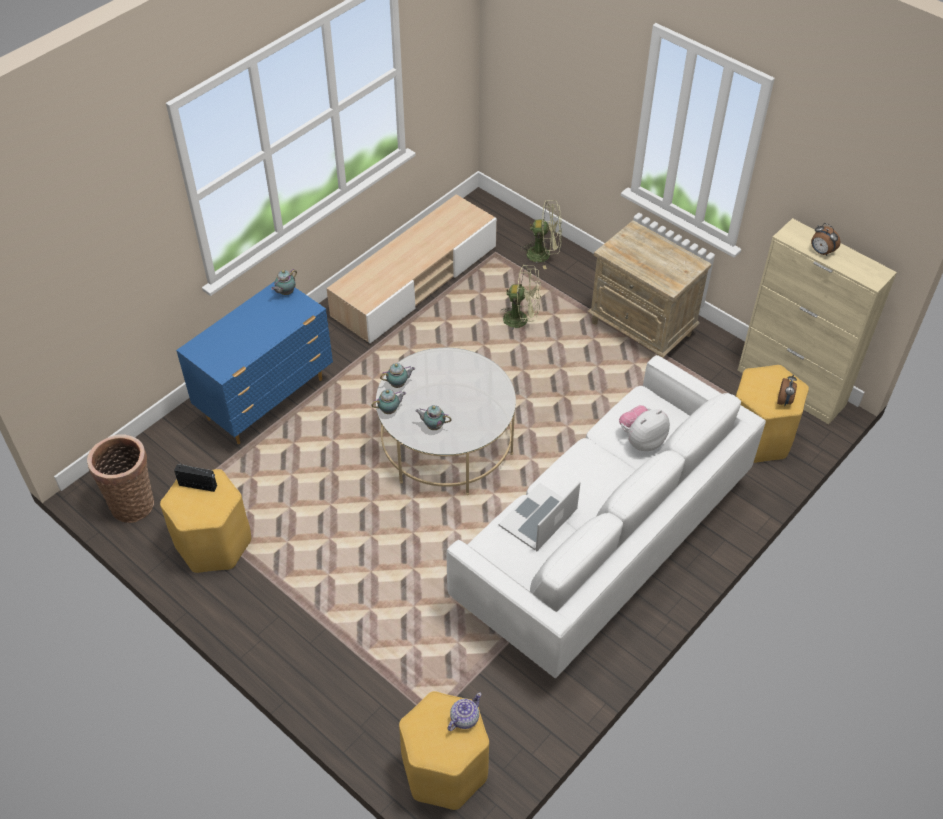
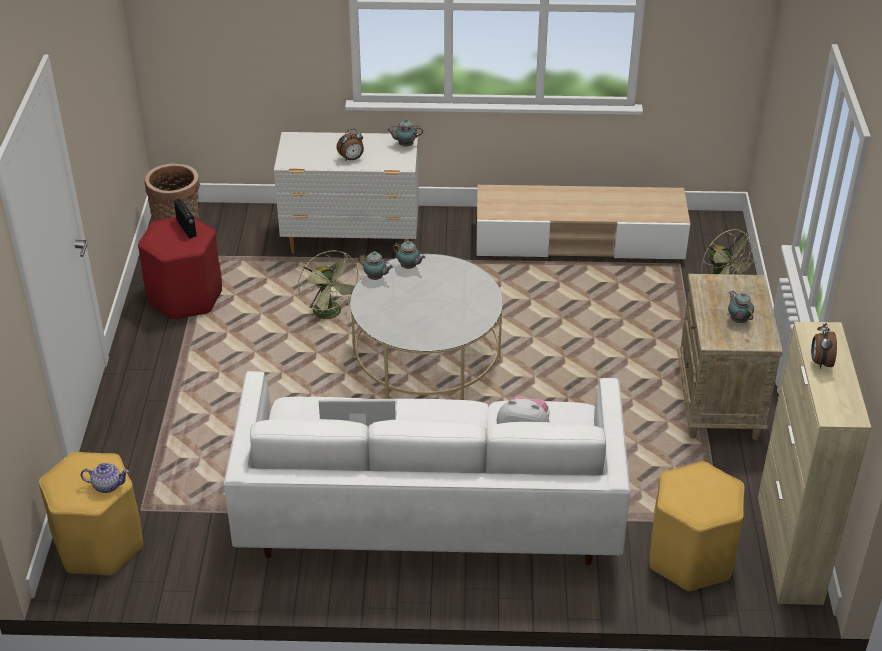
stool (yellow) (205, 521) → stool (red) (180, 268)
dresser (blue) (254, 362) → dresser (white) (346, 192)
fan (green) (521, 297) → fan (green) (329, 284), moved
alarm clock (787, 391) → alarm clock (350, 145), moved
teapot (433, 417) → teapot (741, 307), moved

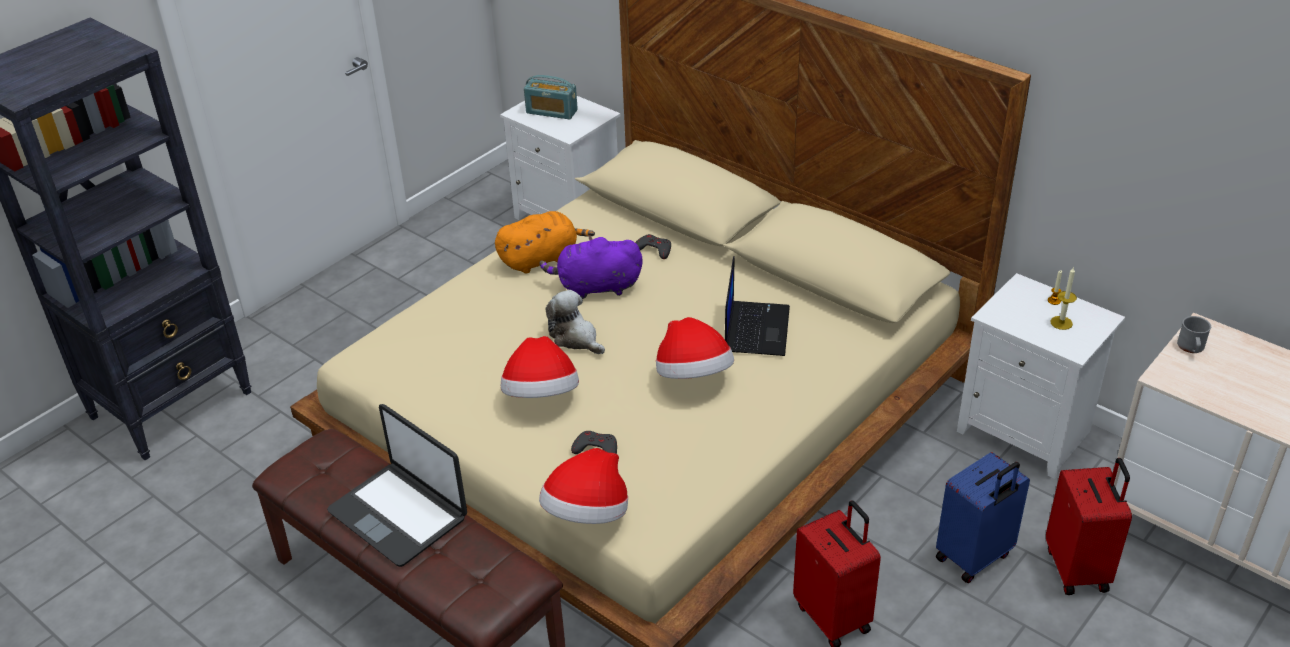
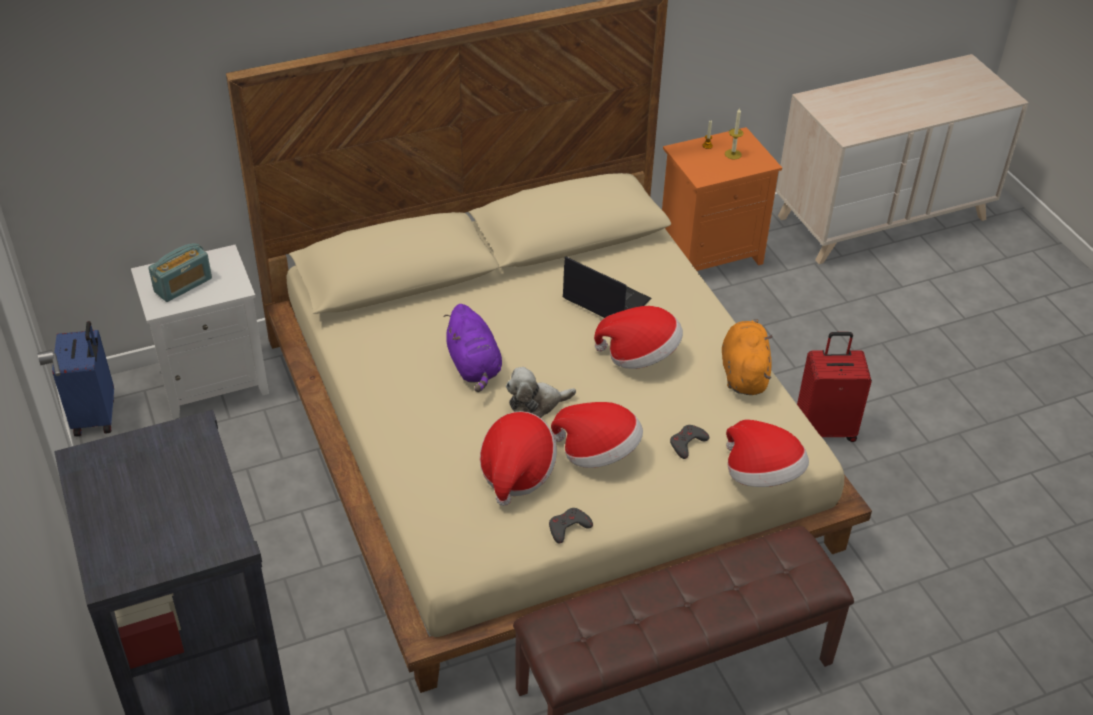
suitcase (blue) (983, 517) → suitcase (blue) (83, 379), moved
plush toy (purple) (591, 267) → plush toy (purple) (472, 348), 45 degrees counterclockwise
- → hat (518, 458)
game controller (grey) (653, 246) → game controller (grey) (571, 526), moved
nightstand (white) (1041, 376) → nightstand (orange) (722, 199)
plush toy (orange) (545, 242) → plush toy (orange) (747, 357), moved
laptop (397, 485) → -
suitcase (red) (1089, 526) → -
mug (grey) (1194, 334) → -

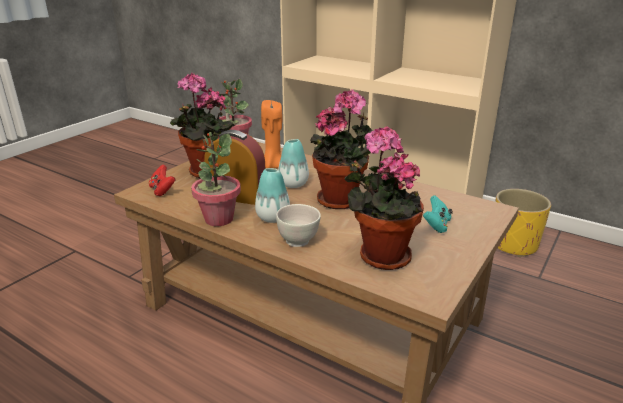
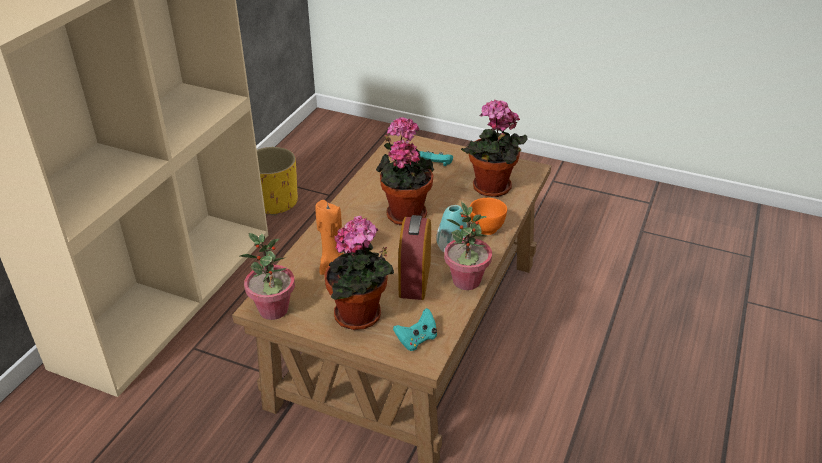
game controller (red) (162, 180) → game controller (turquoise) (415, 329)
bowl (white) (298, 225) → bowl (orange) (488, 216)
vase (293, 163) → -

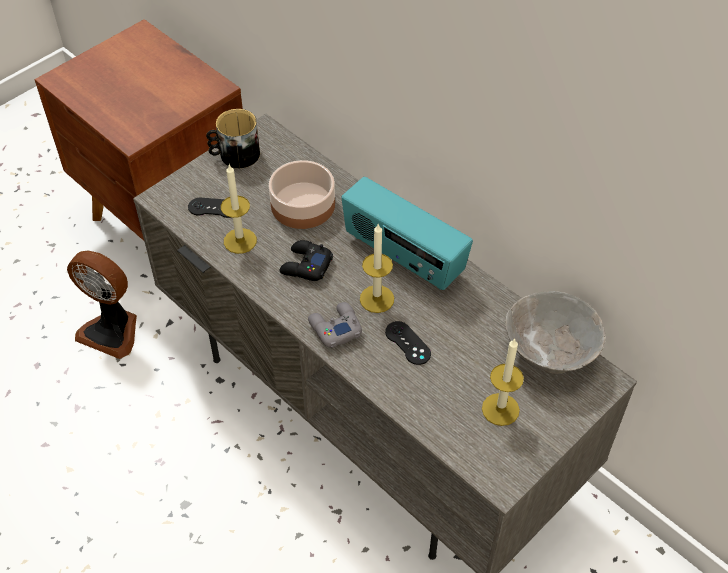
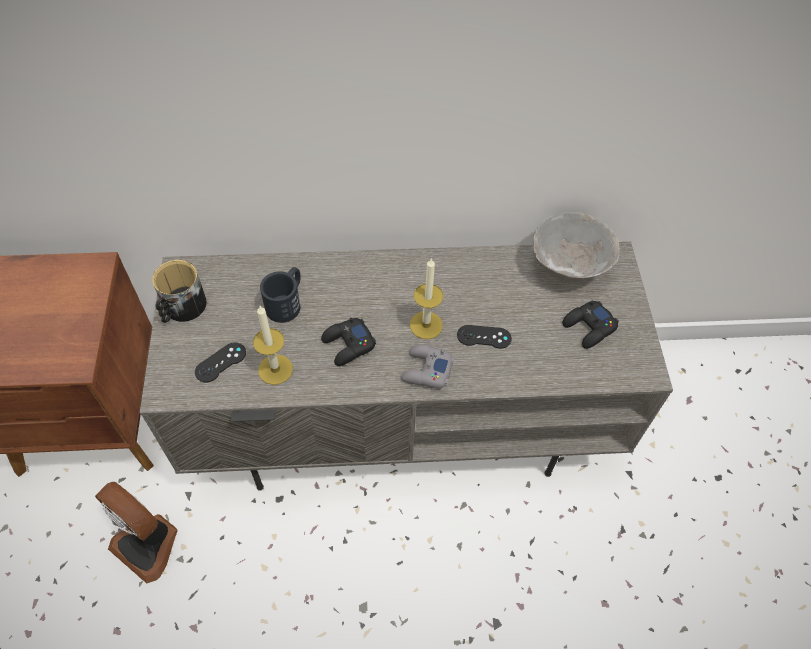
fan (102, 305) → fan (136, 533), 60 degrees clockwise
bowl (302, 194) → mug (black) (280, 295)
candle (503, 382) → game controller (black) (590, 325)
radio (407, 233) → -

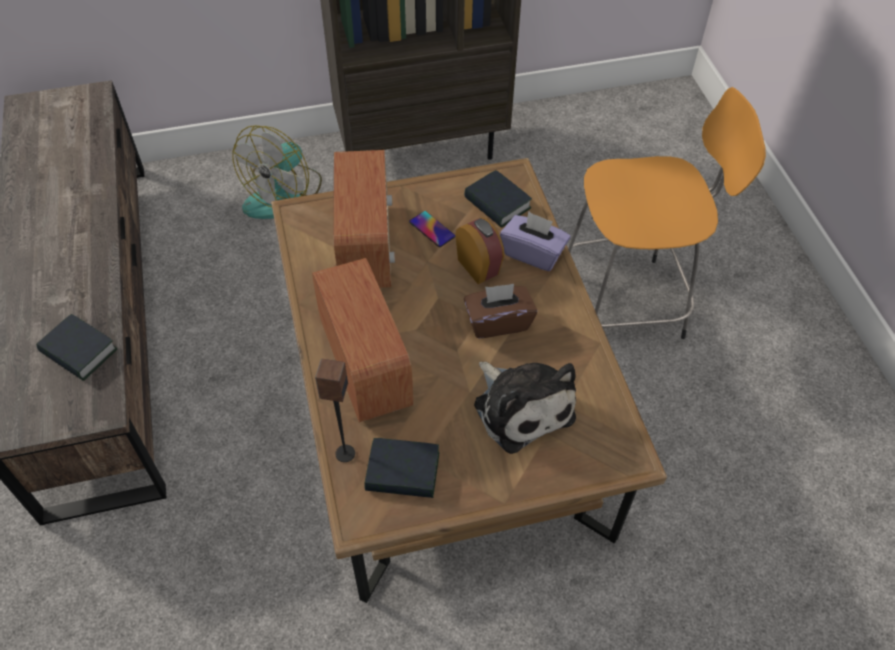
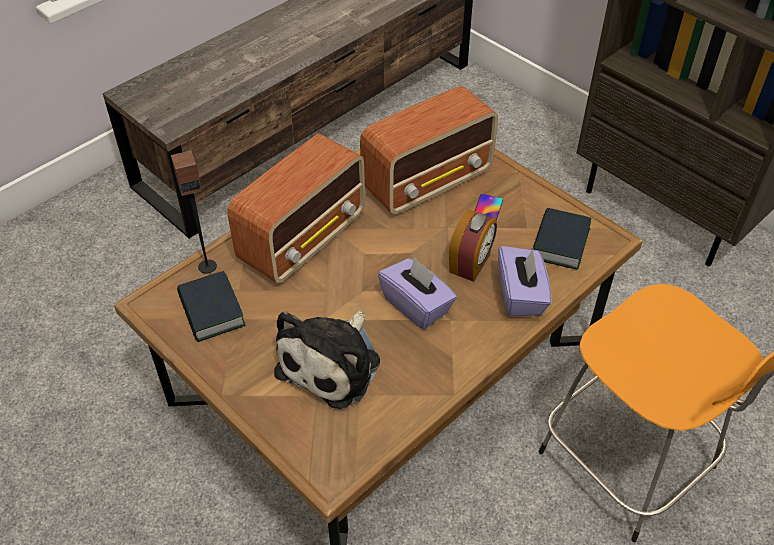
tissue box (brown) (500, 311) → tissue box (purple) (417, 293)
book (76, 347) → -
fan (277, 172) → -

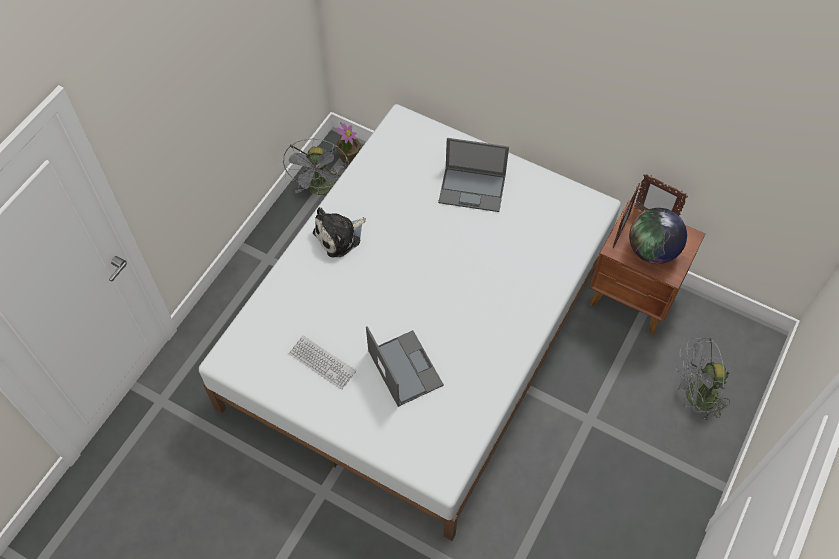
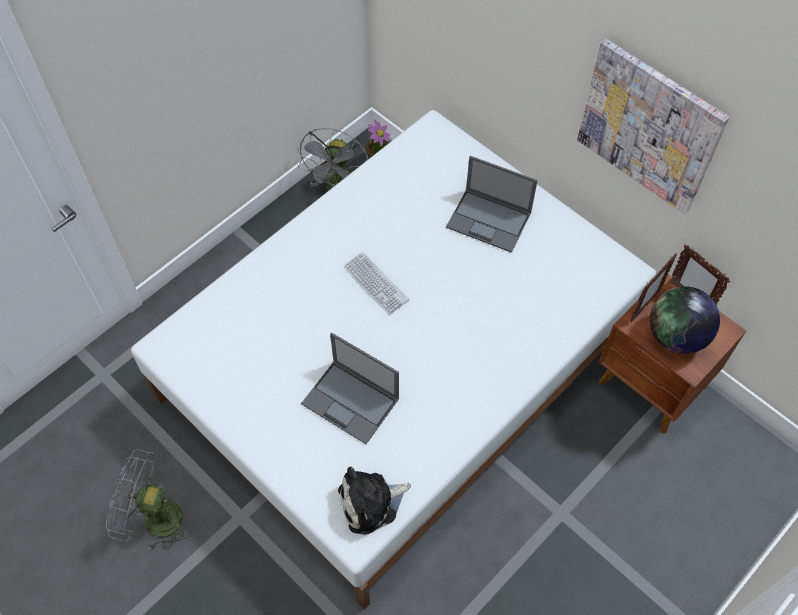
fan (grey) (703, 379) → fan (grey) (148, 500), moved
laptop (405, 366) → laptop (350, 388), 135 degrees clockwise
plush toy (339, 232) → plush toy (374, 501), moved
keyboard (322, 362) → keyboard (376, 283), moved
- → picture (653, 126)

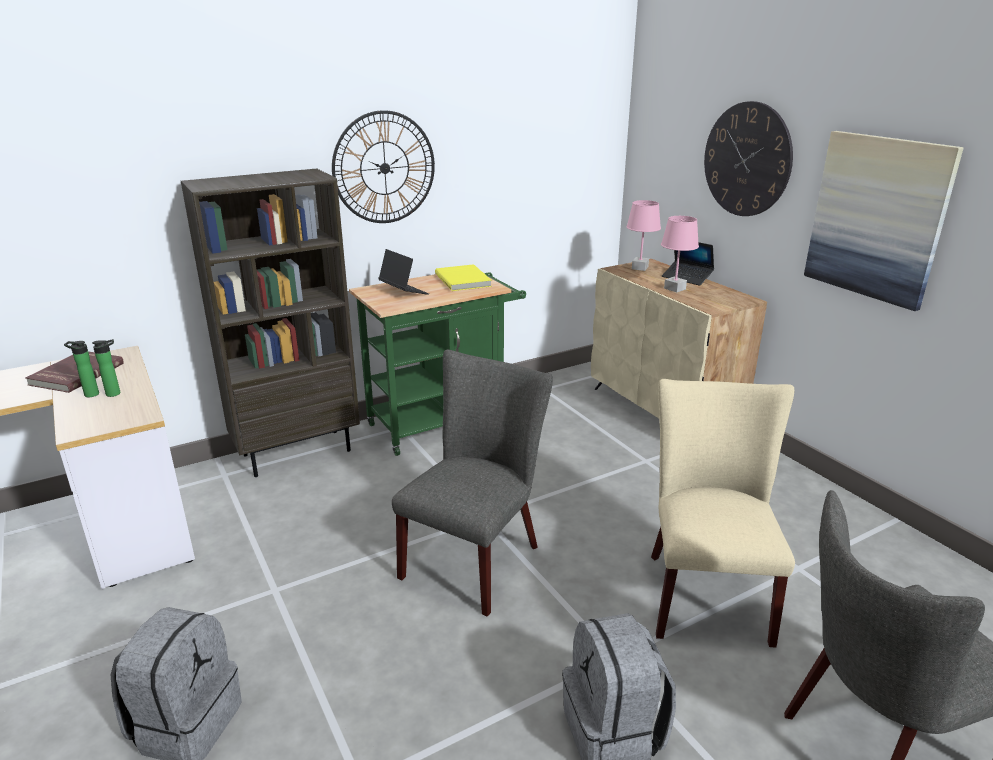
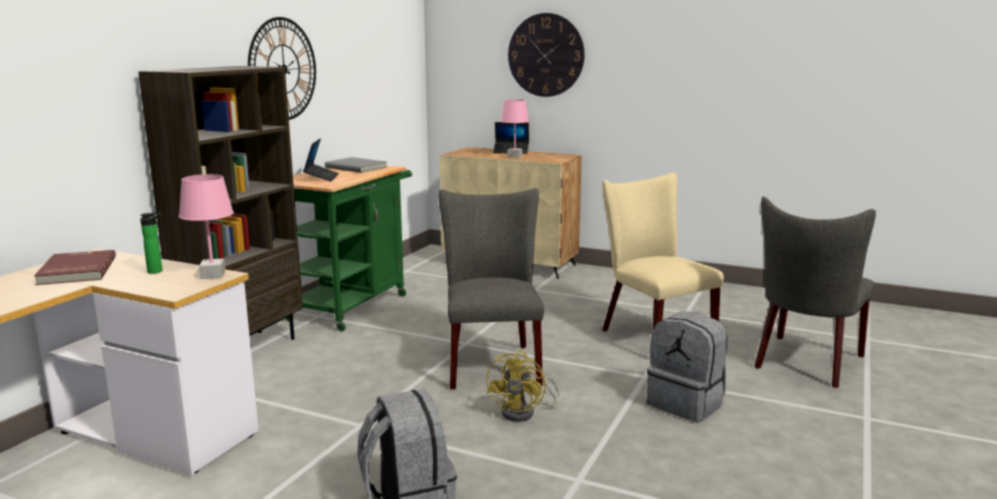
table lamp (pink) (643, 235) → table lamp (pink) (206, 226), moved
laptop (403, 272) → laptop (321, 160), 75 degrees clockwise
book (yellow) (463, 277) → book (grey) (356, 165)
- → fan (yellow) (523, 386)
bottle (81, 369) → -
picture (883, 221) → -

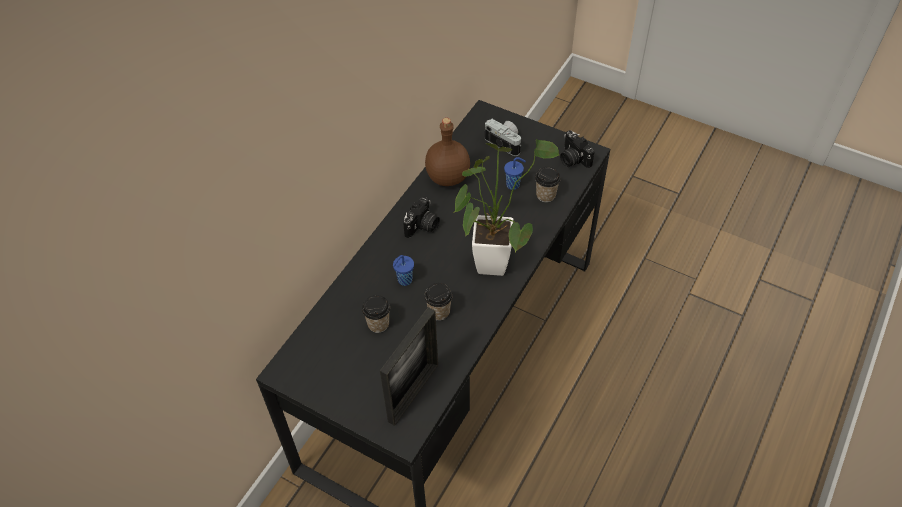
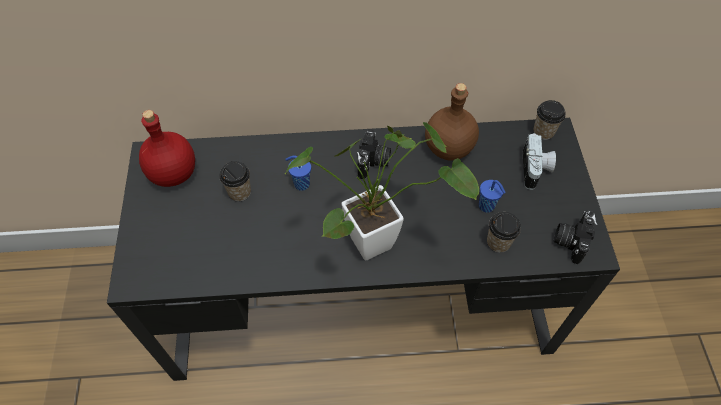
- → bottle (red) (167, 148)
photo camera (421, 217) → photo camera (374, 154), 75 degrees counterclockwise
cup (439, 302) → cup (549, 120), moved
picture frame (409, 366) → -

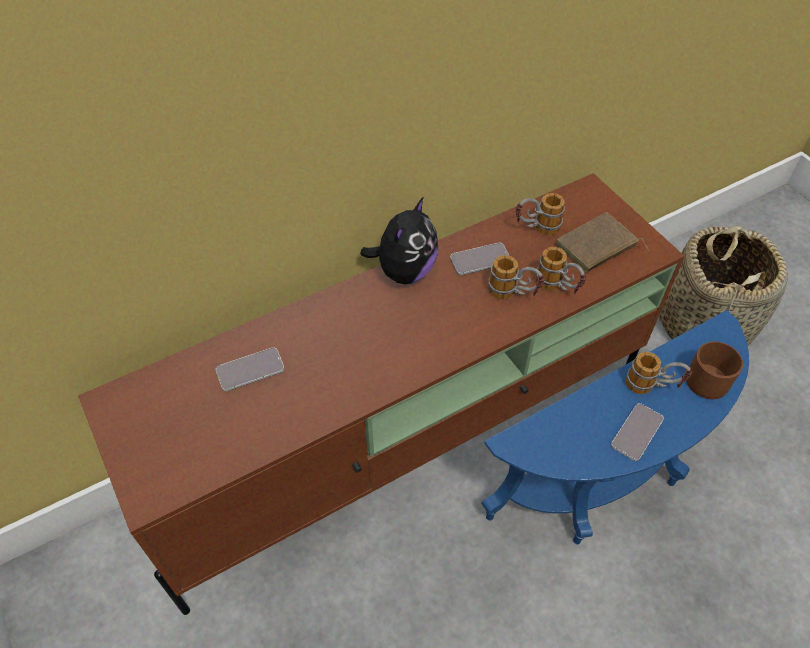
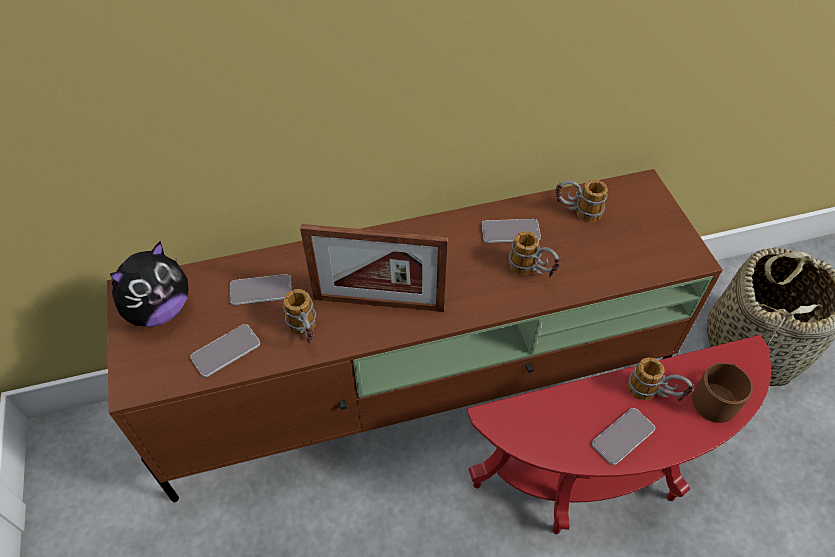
plush toy (399, 240) → plush toy (149, 284), moved
- → phone (225, 350)
mug (561, 270) → mug (299, 317), moved
- → picture frame (374, 268)
side table (blue) (615, 427) → side table (red) (619, 434)
book (brown) (603, 242) → -

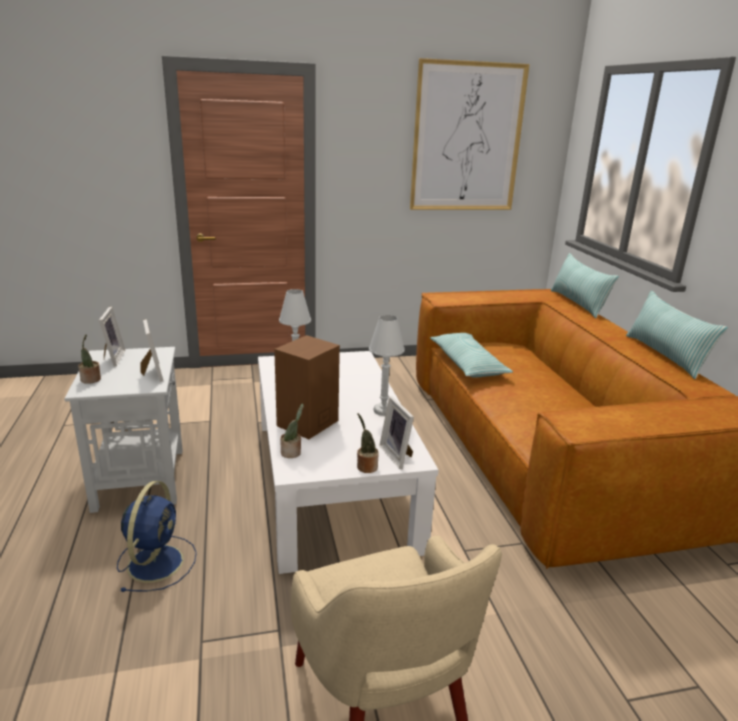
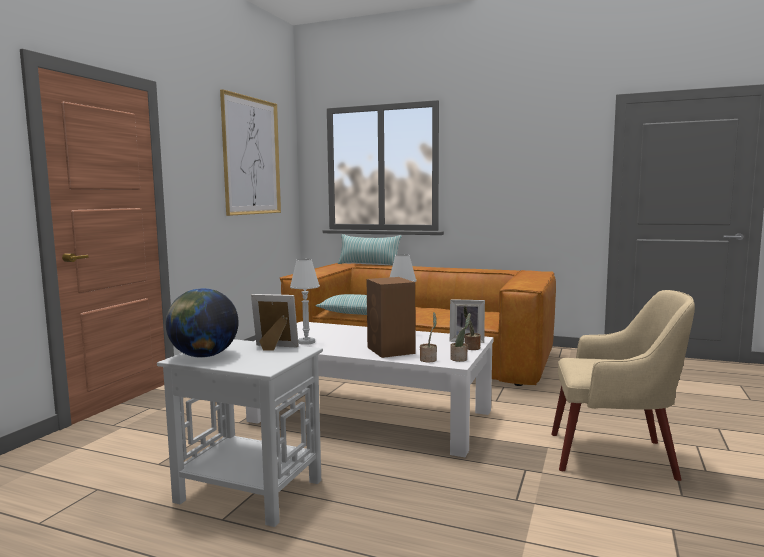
picture frame (112, 336) → globe (202, 323)
potted plant (89, 359) → potted plant (460, 337), moved
fan (blue) (157, 536) → -
pillow (677, 335) → -

